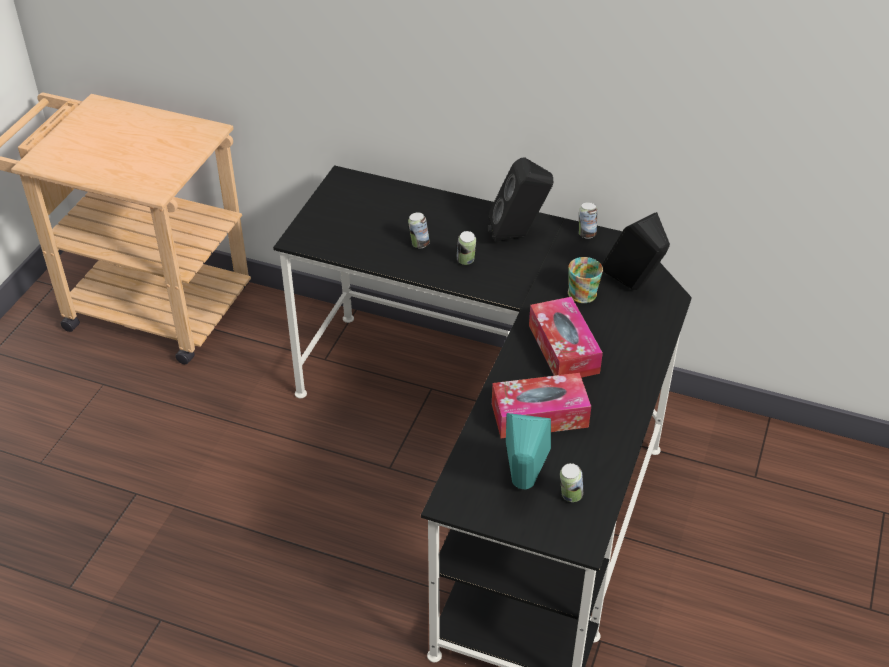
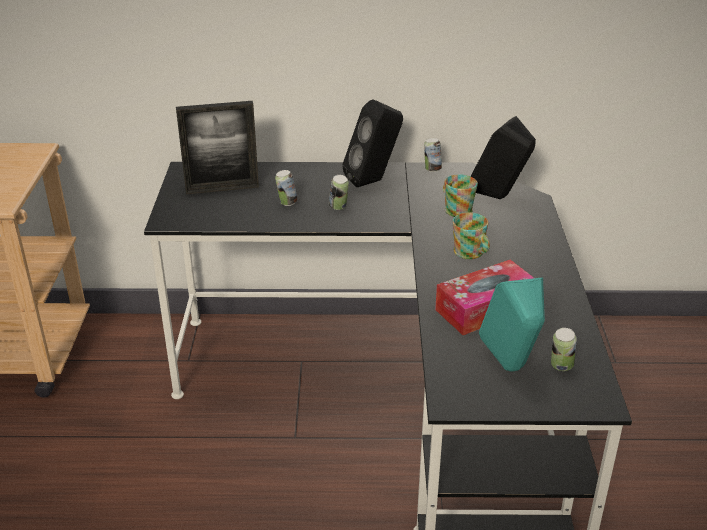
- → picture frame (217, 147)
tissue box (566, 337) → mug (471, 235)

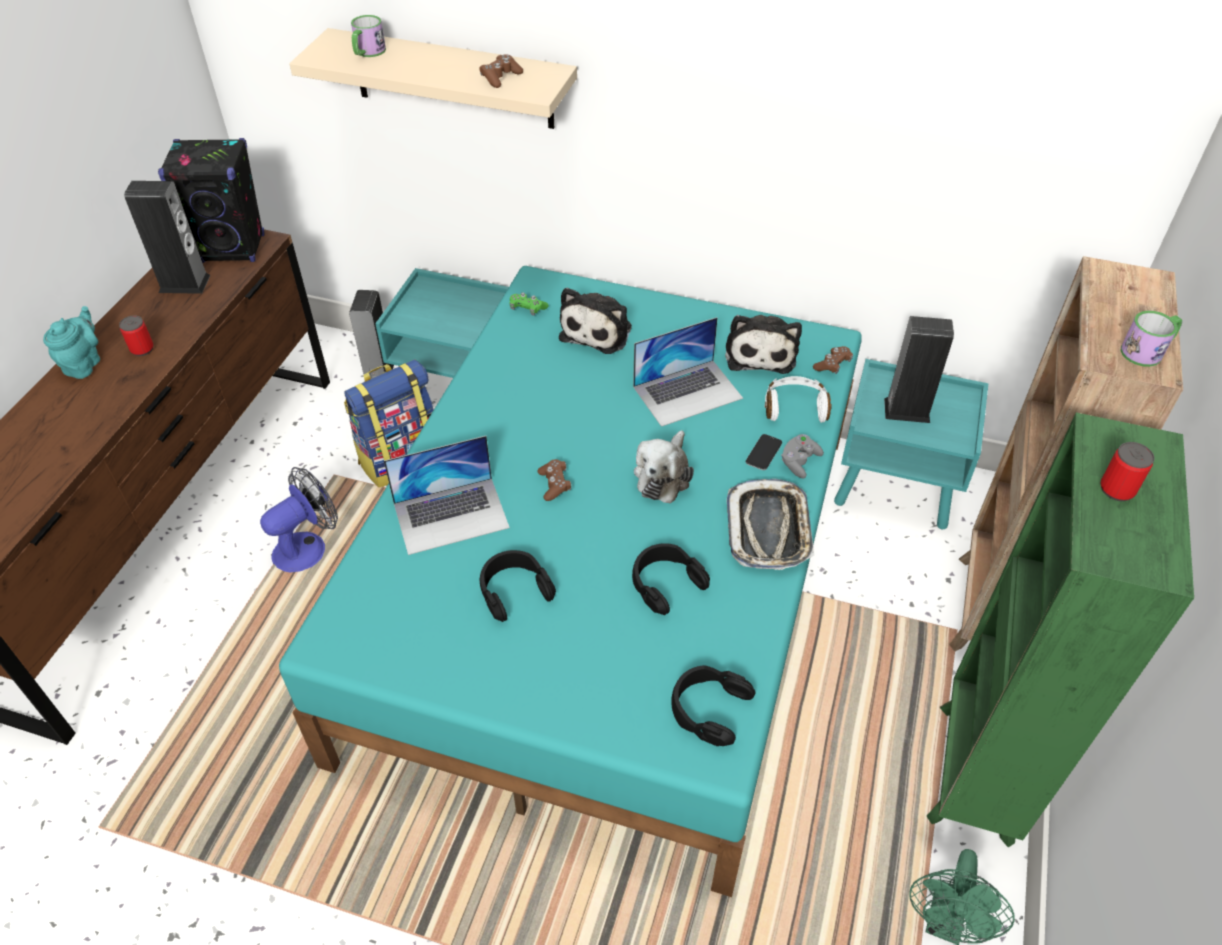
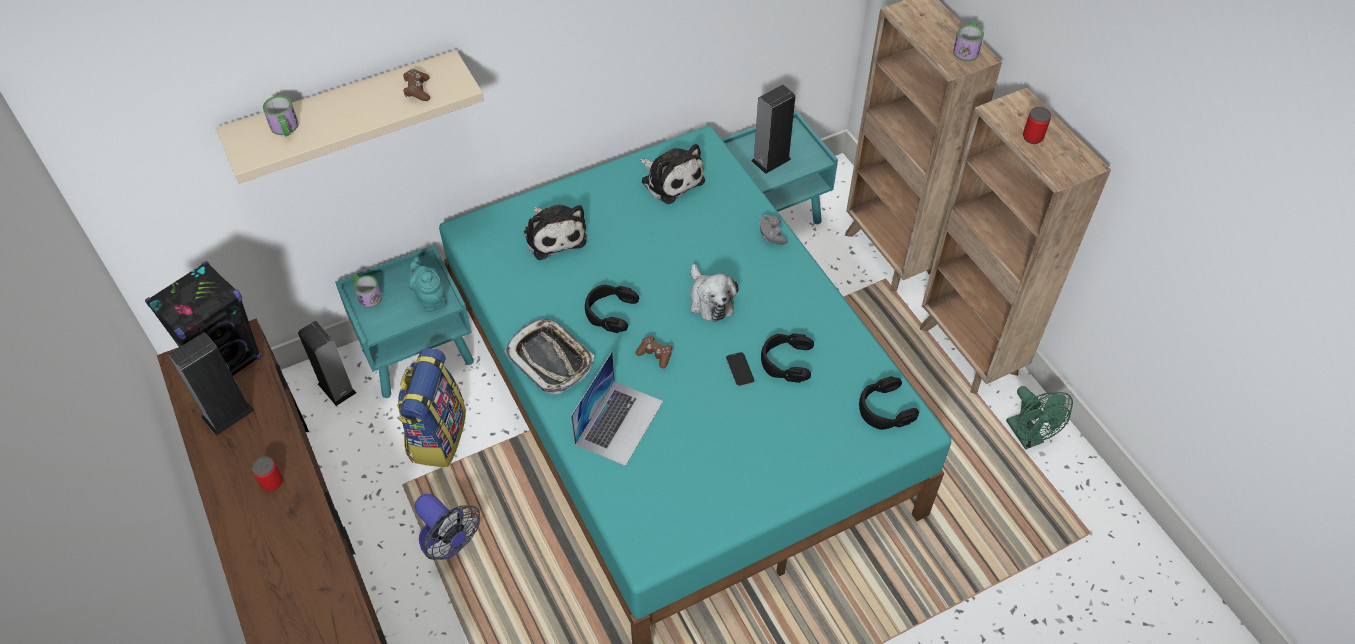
- → mug (367, 291)
teapot (turquoise) (71, 342) → teapot (turquoise) (428, 284), moved
fan (299, 519) → fan (447, 527), 135 degrees clockwise
tray (770, 524) → tray (549, 356), moved
headphones (black) (518, 586) → headphones (black) (612, 309), moved
phone (764, 452) → phone (740, 369), moved
bookcase (green) (1060, 629) → bookcase (brown) (1015, 241)
game controller (green) (529, 304) → -
laptop (688, 372) → -
headphones (white) (798, 399) → -
game controller (brown) (833, 360) → -

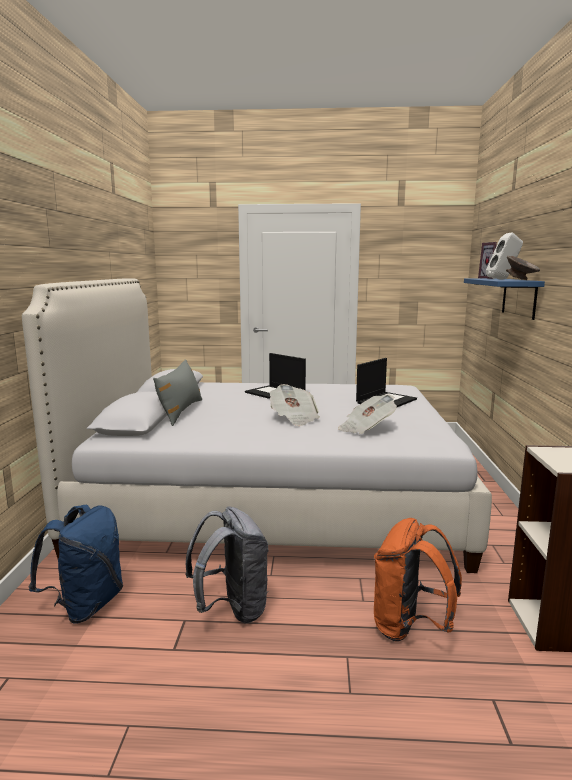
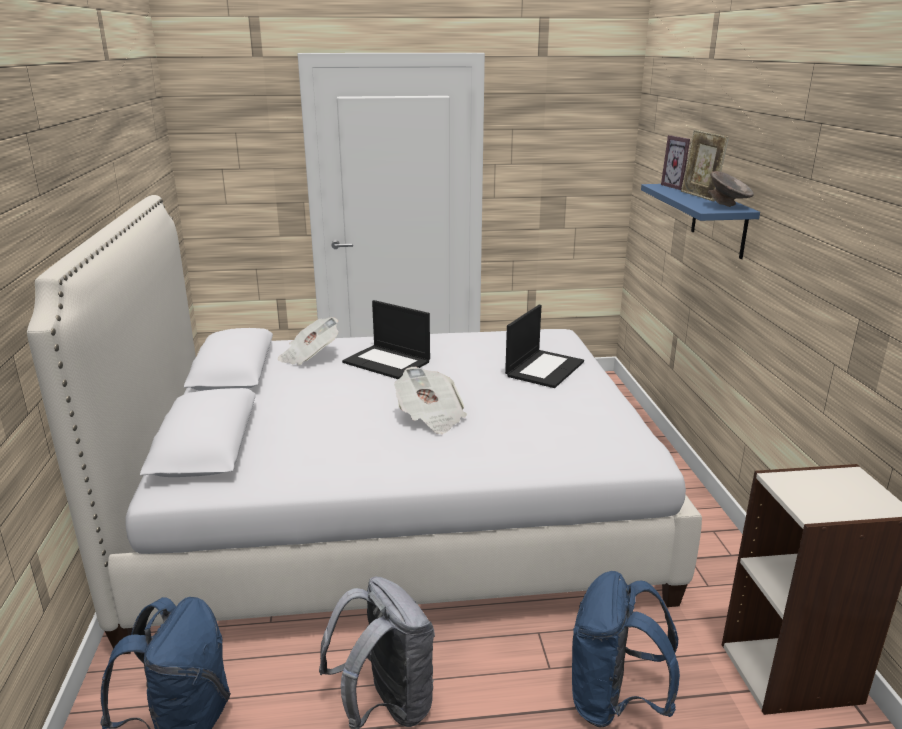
newspaper (367, 414) → newspaper (308, 341), moved
backpack (orange) (418, 580) → backpack (blue) (626, 649)
speaker (white) (504, 256) → picture frame (705, 165)
pillow (grey) (177, 392) → -

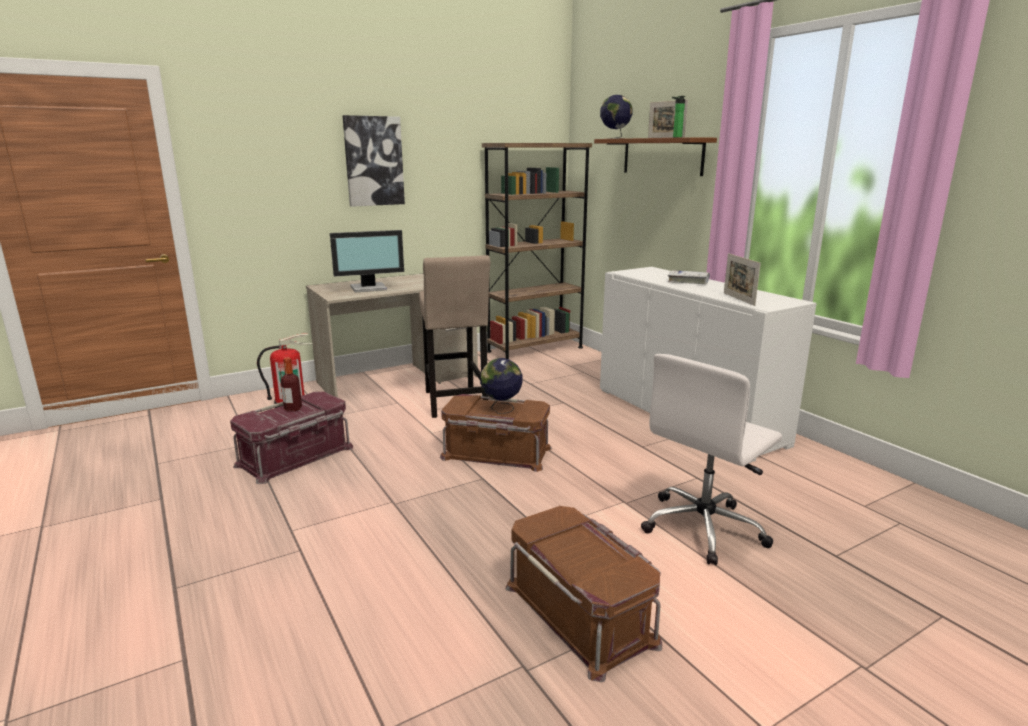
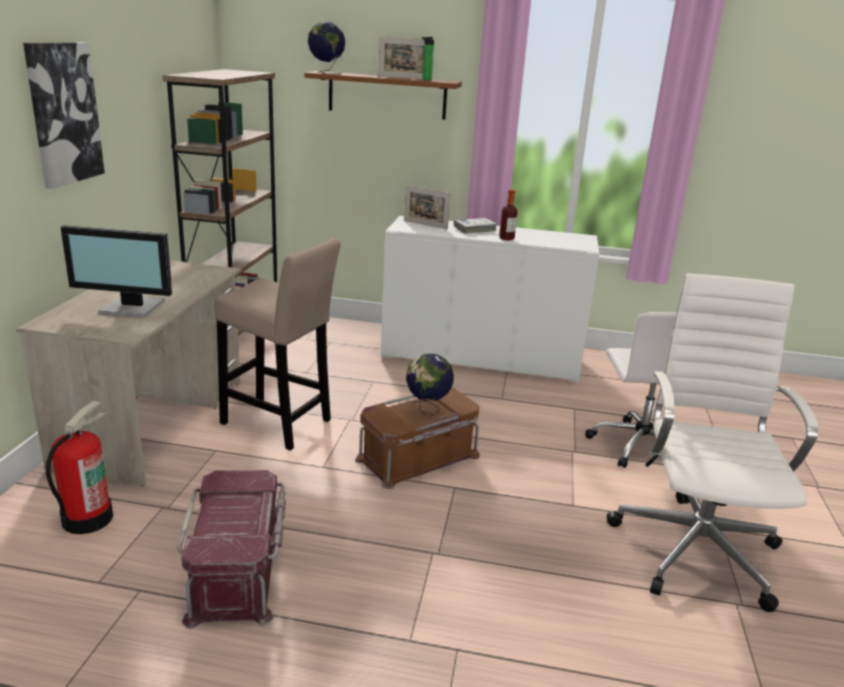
monitor (367, 261) → monitor (116, 271), 75 degrees clockwise
picture frame (742, 279) → picture frame (427, 208), moved
bottle (291, 384) → bottle (508, 215), moved
storage box (brown) (583, 594) → office chair (white) (712, 442)

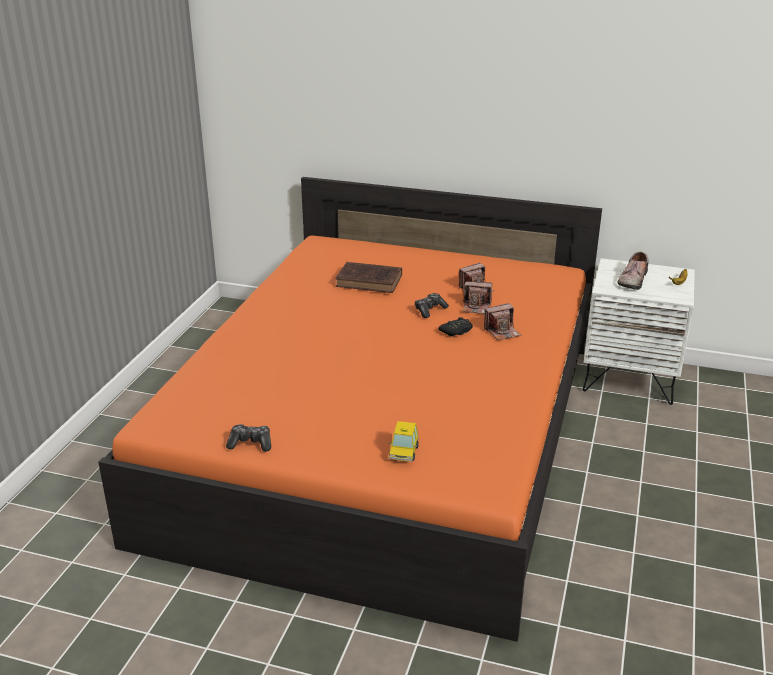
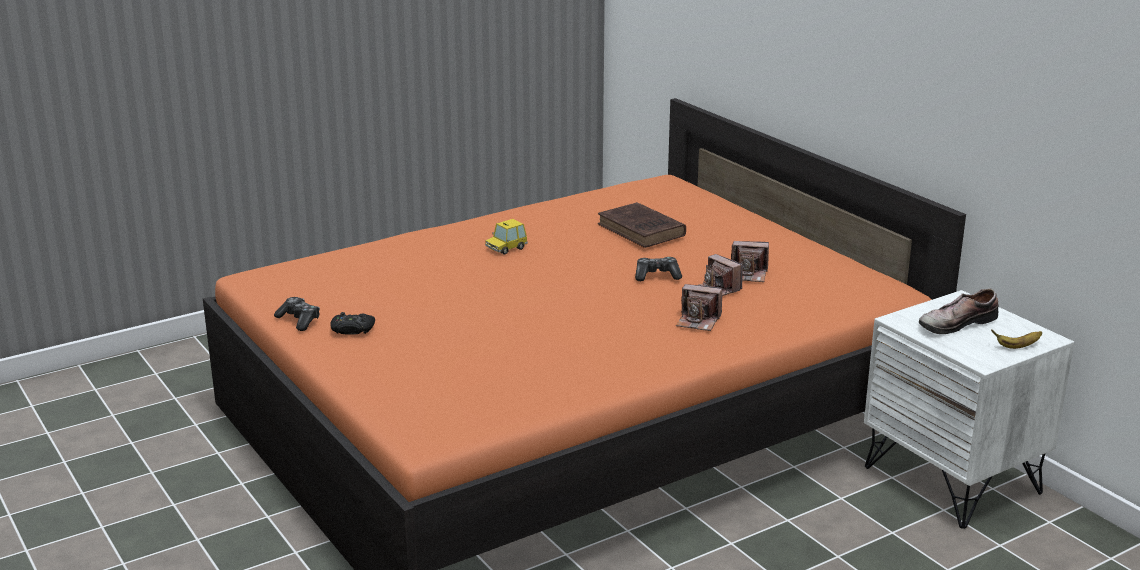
game controller (black) (455, 327) → game controller (black) (352, 323), moved
toy car (404, 441) → toy car (506, 237), moved

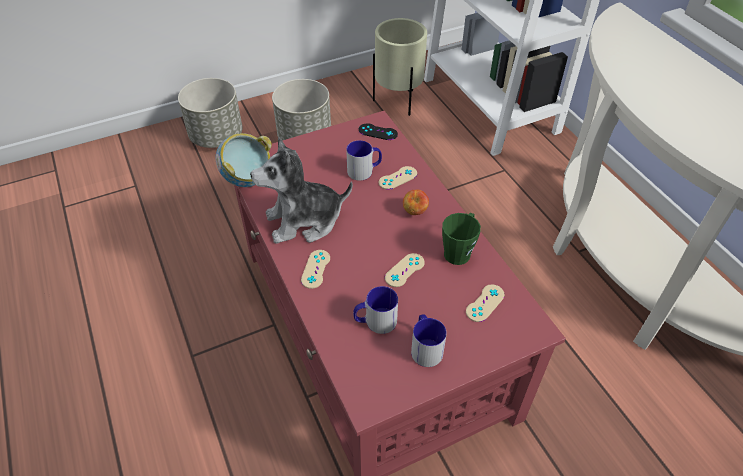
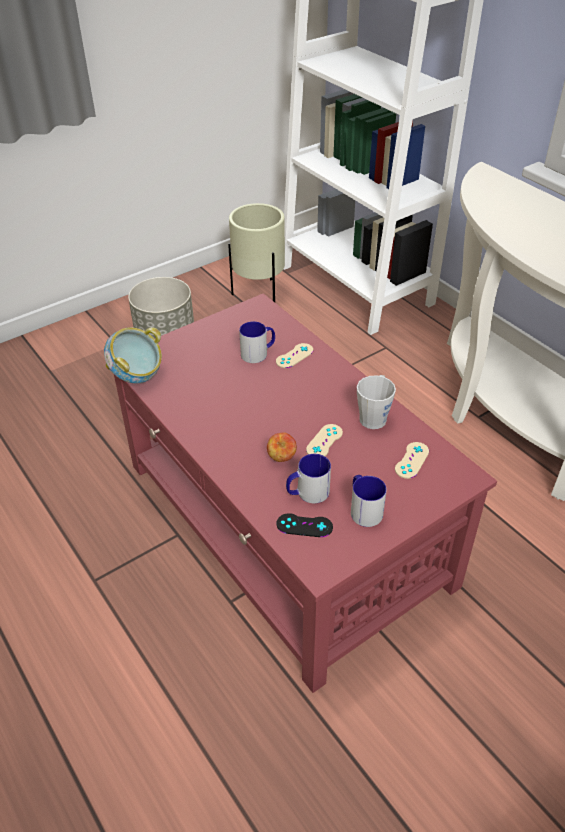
apple (416, 202) → apple (282, 447), moved
game controller (black) (378, 131) → game controller (black) (305, 525), moved
mug (green) (461, 239) → mug (grey) (376, 402)
planter (grey) (210, 113) → -
plush toy (301, 190) → -
game controller (beige) (315, 269) → -

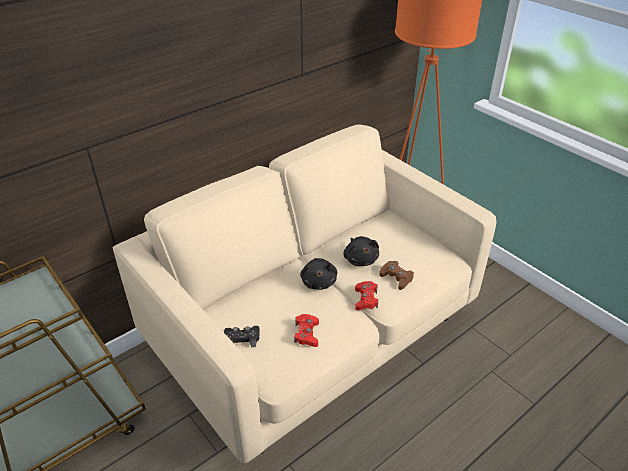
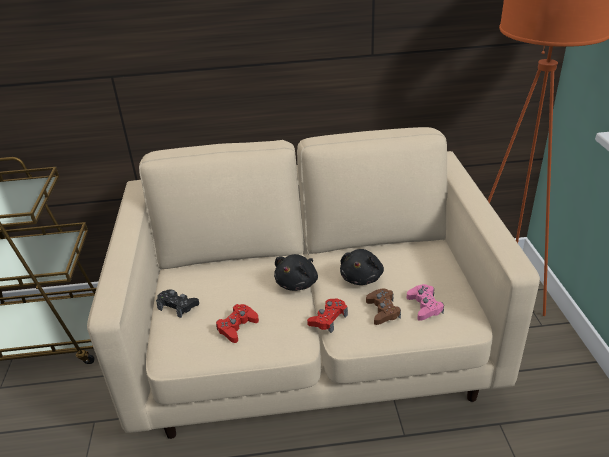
- → game controller (pink) (425, 302)

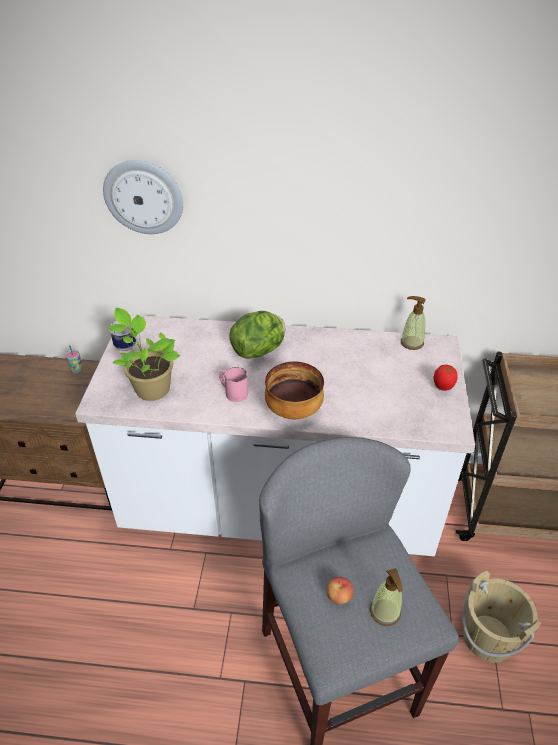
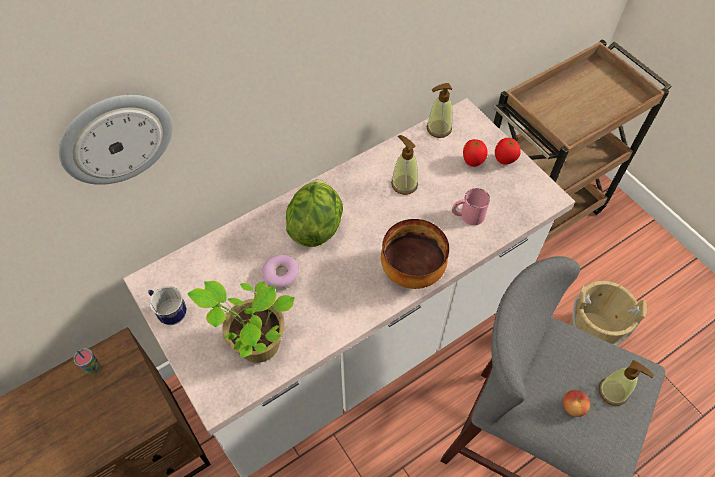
- → donut (281, 272)
- → soap dispenser (404, 165)
mug (pink) (233, 384) → mug (pink) (471, 206), moved
- → tomato (475, 153)

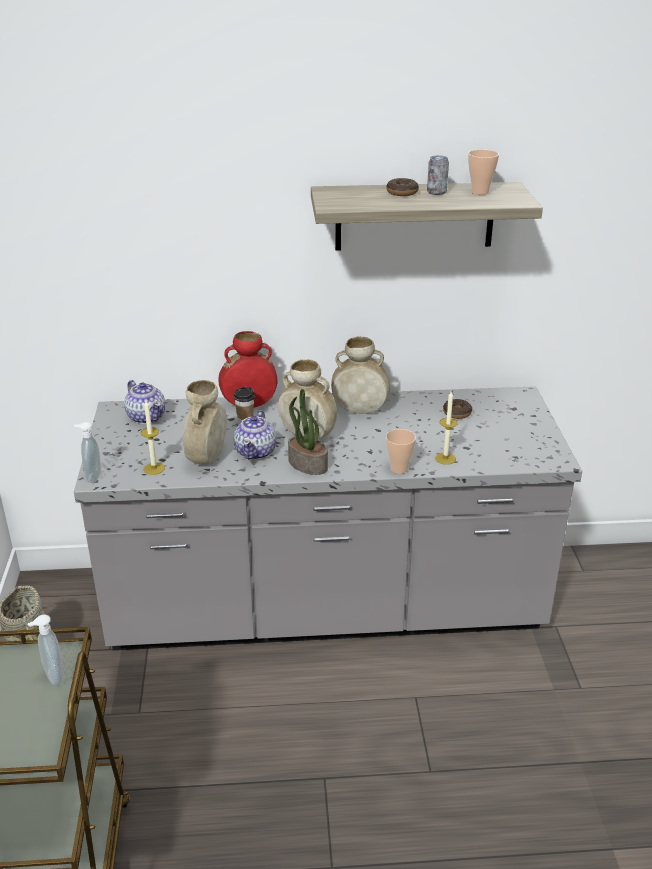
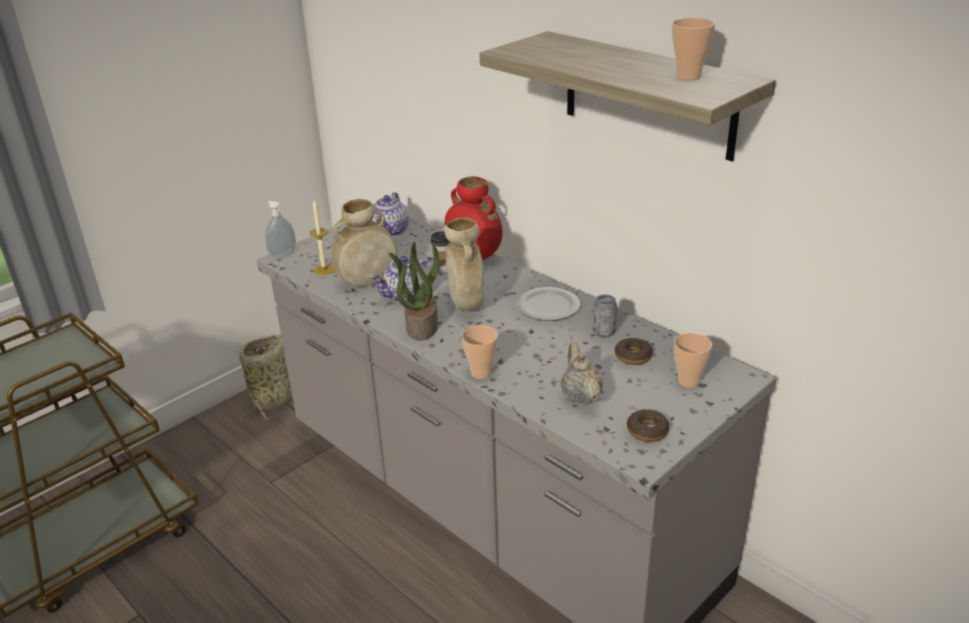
vase (beige) (360, 375) → plate (548, 304)
- → teapot (beige) (582, 373)
can (438, 175) → can (605, 315), moved
donut (403, 187) → donut (648, 425), moved
- → cup (693, 360)
soap dispenser (45, 649) → -
candle (446, 428) → -

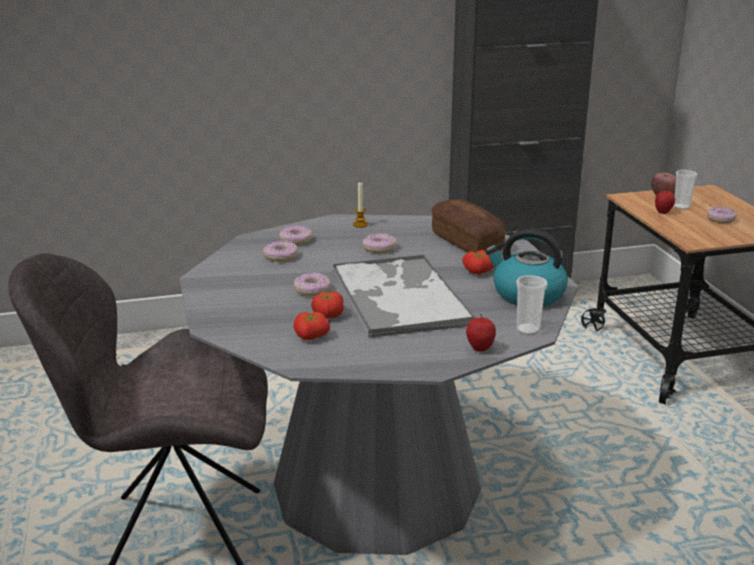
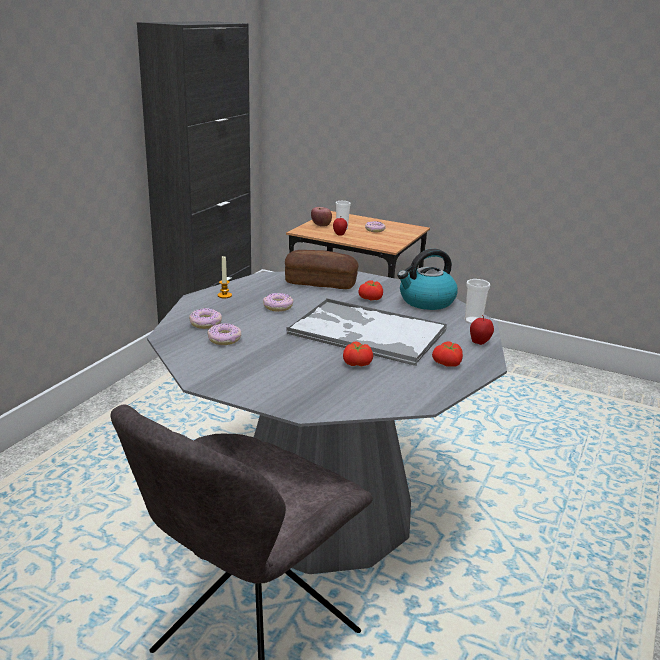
tomato (311, 326) → tomato (447, 354), moved
donut (312, 284) → -

